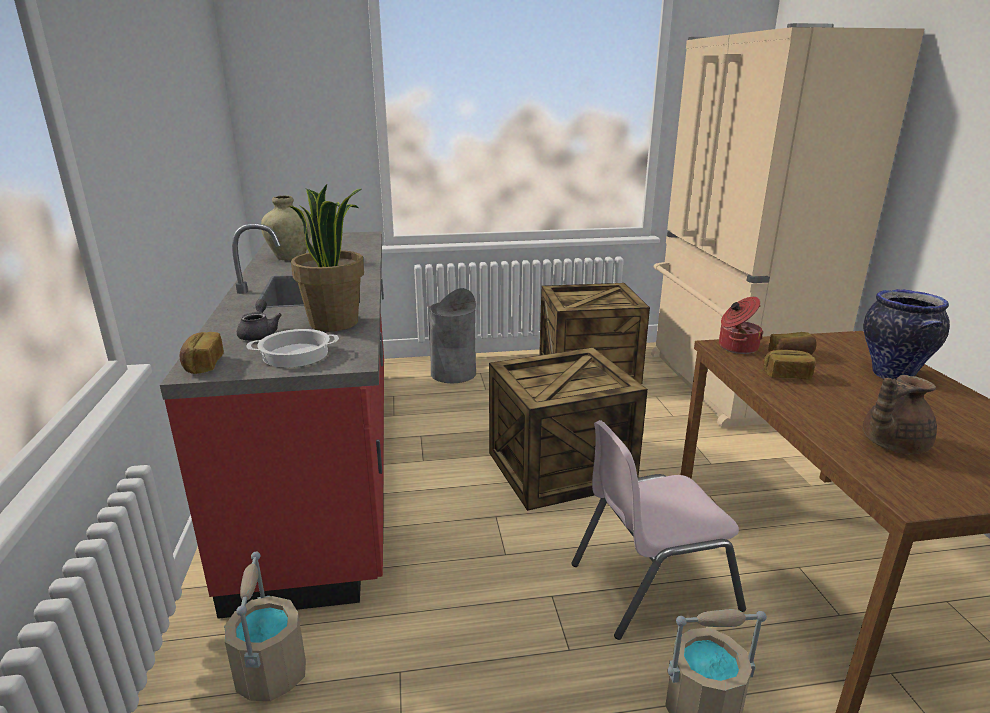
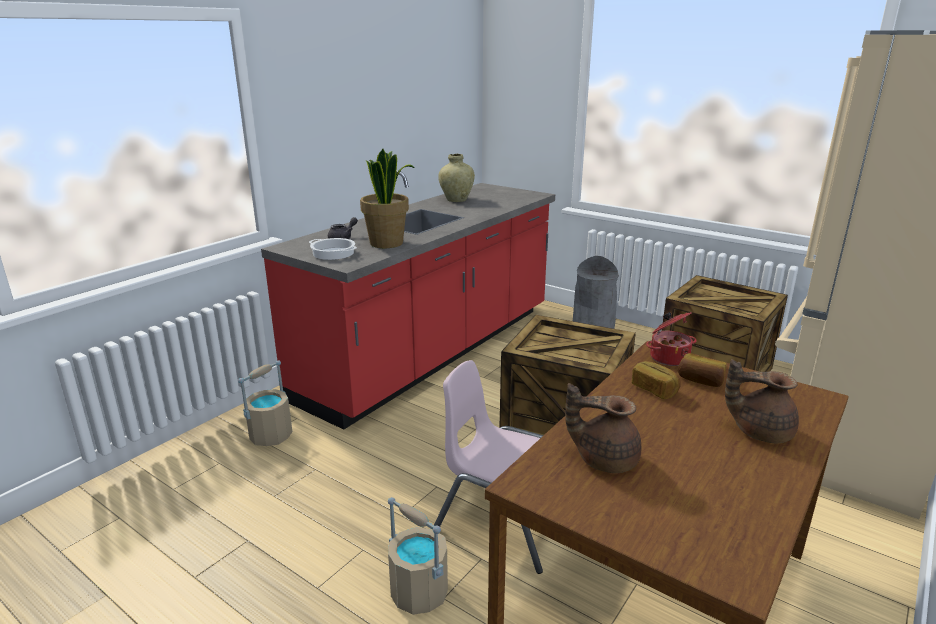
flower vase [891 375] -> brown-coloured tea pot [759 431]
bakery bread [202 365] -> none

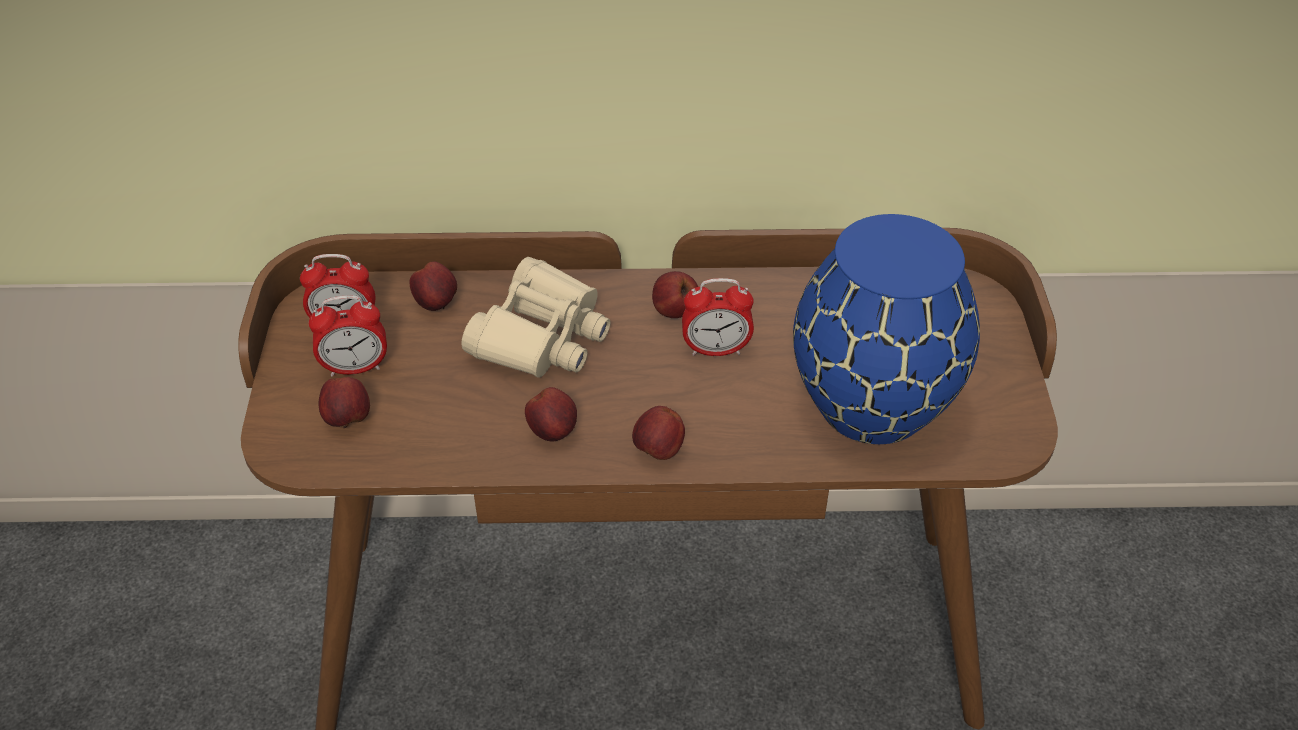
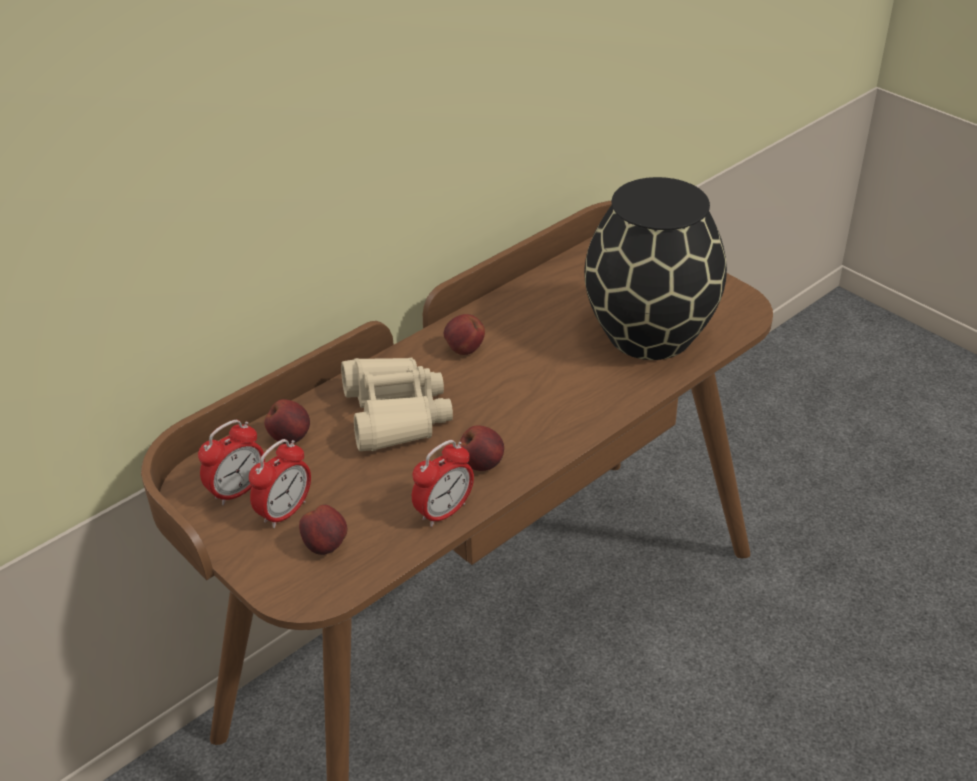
blue flower vase [873 406] -> black flower vase [651 335]
table clock [716 350] -> table clock [444 512], relocated
whole apple [658 451] -> none

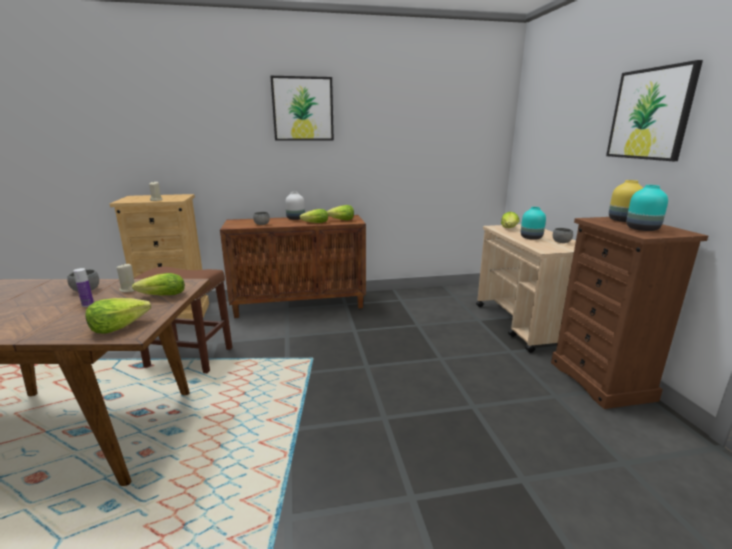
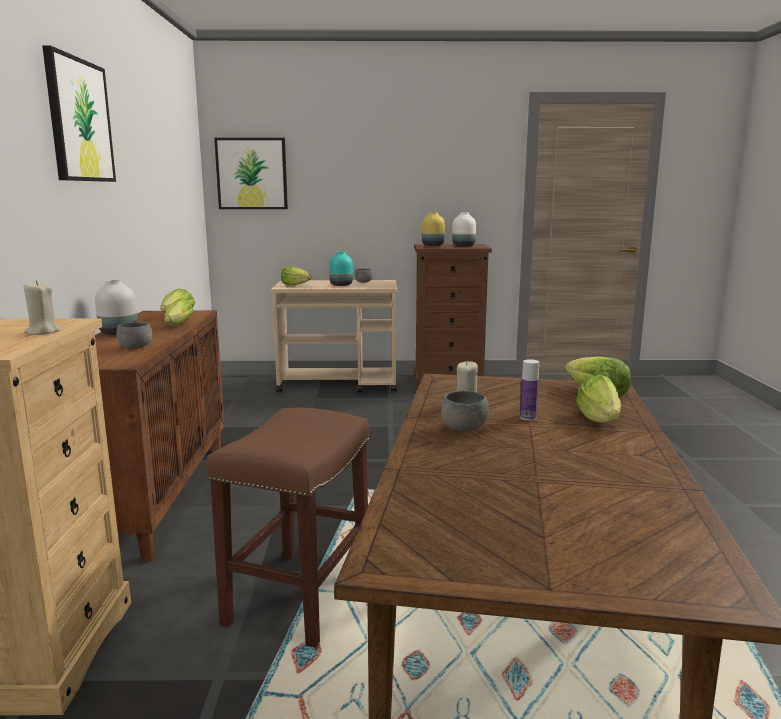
wall picture [650 114] -> wall picture [252 174], relocated
turquoise flower vase [641 229] -> white-coloured flower vase [463 246]
head of lettuce [160 296] -> head of lettuce [600 420], relocated

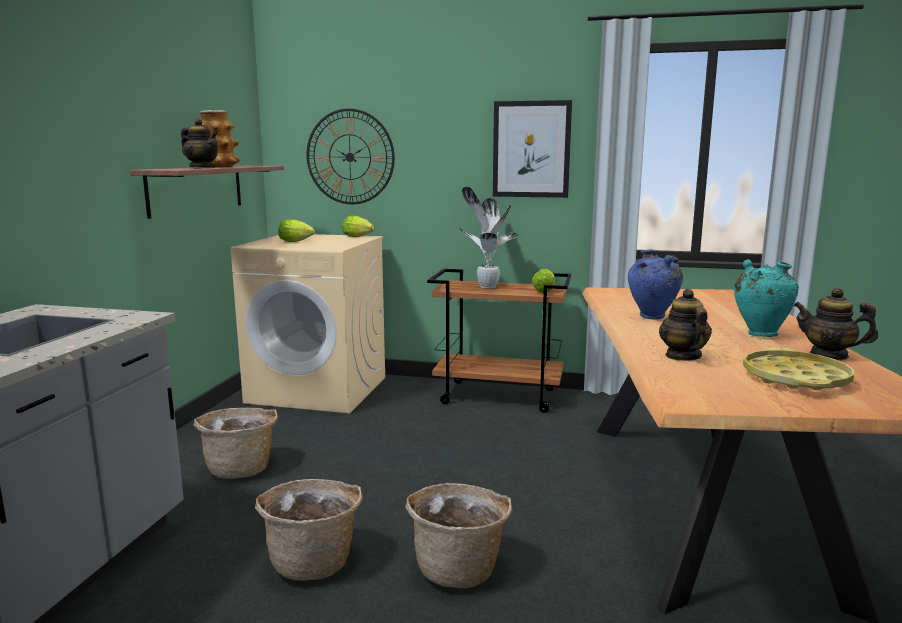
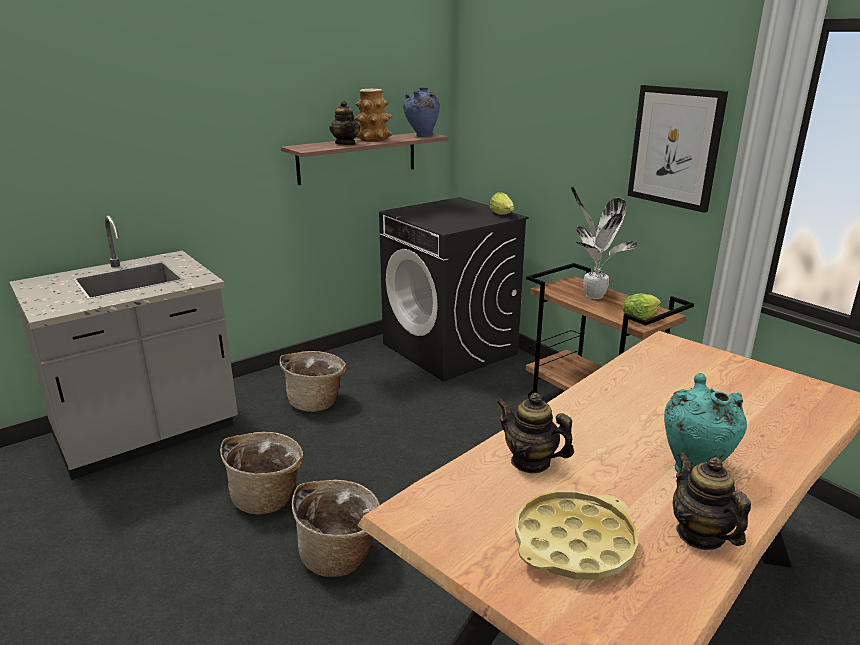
clock on the wall [350 157] -> none
head of lettuce [297 242] -> none
beige washing machine [319 390] -> black washing machine [450 349]
blue flower vase [652 317] -> blue flower vase [422 136], relocated
tea pot [682 356] -> tea pot [531 462], 90 degrees counterclockwise

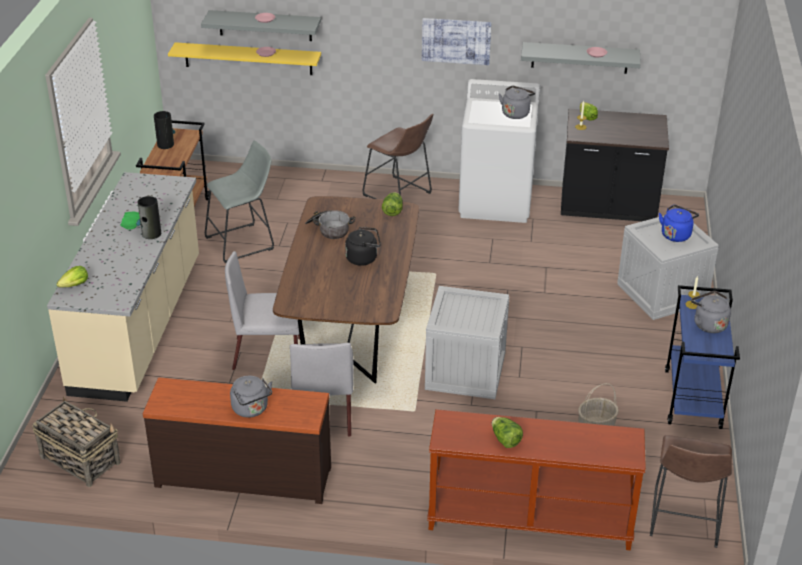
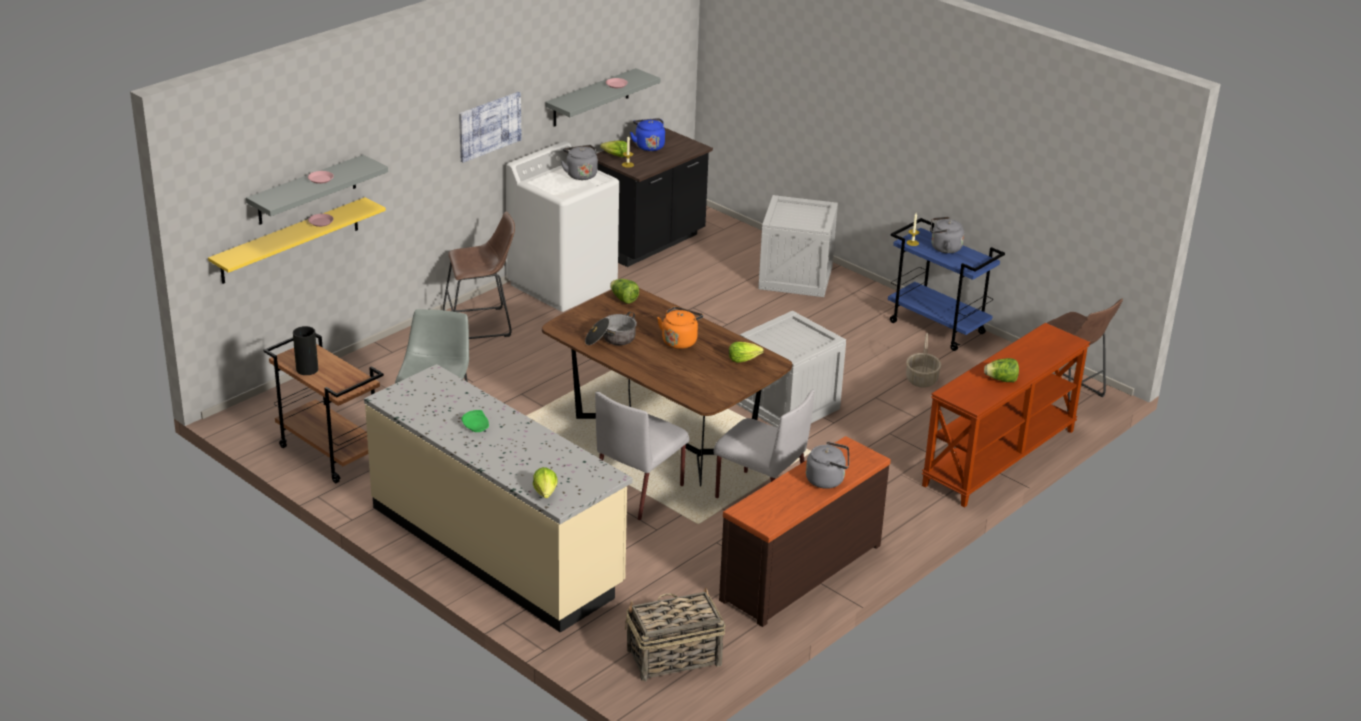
flower vase [151 234] -> none
blue kettle [676 234] -> blue kettle [648 146], relocated
black kettle [363 258] -> orange kettle [680 341]
none -> head of lettuce [743 359]

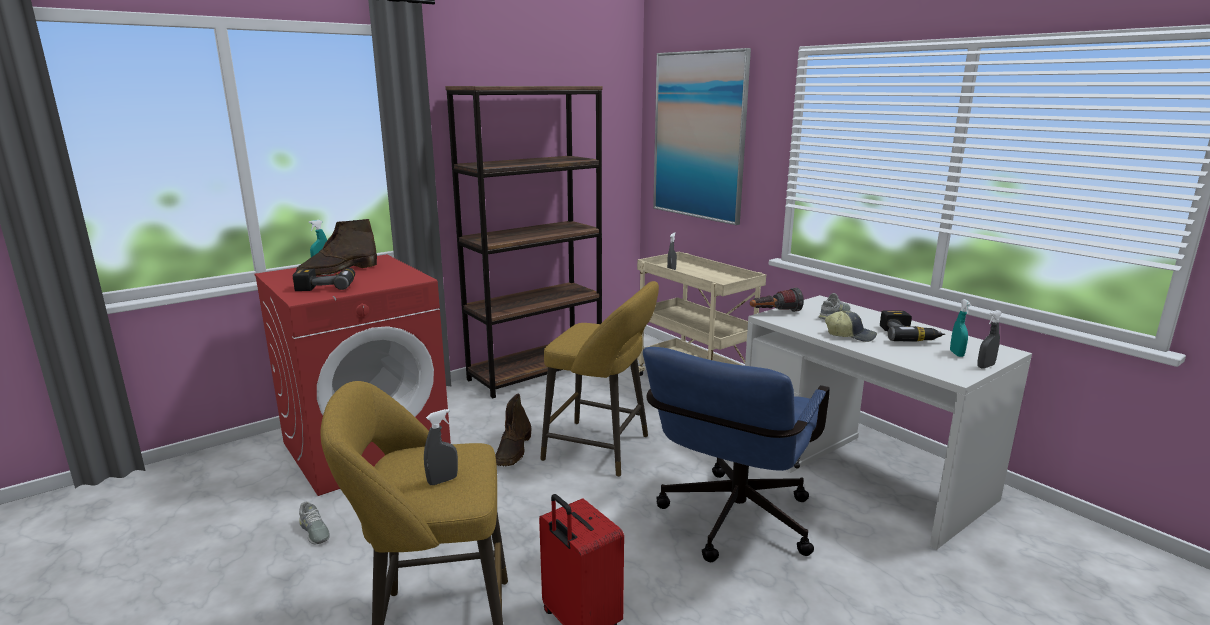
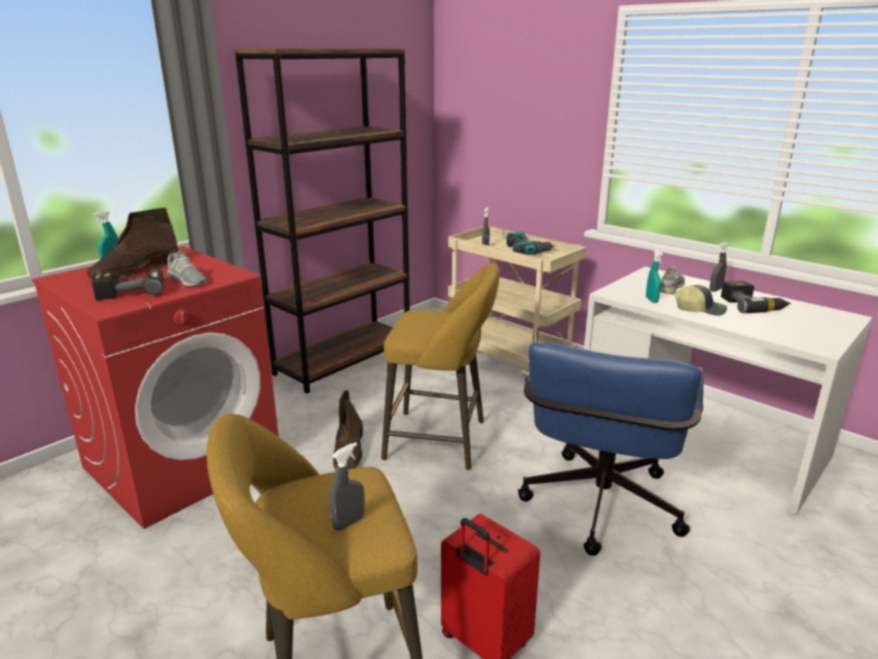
wall picture [699 136] -> none
hand torch [774 313] -> none
turquoise hand sprayer [956 354] -> turquoise hand sprayer [651 300], relocated
gray hand sprayer [985 366] -> gray hand sprayer [715 290], relocated
gray low shoe [314 531] -> gray low shoe [187 280], relocated
none -> electric drill [527 251]

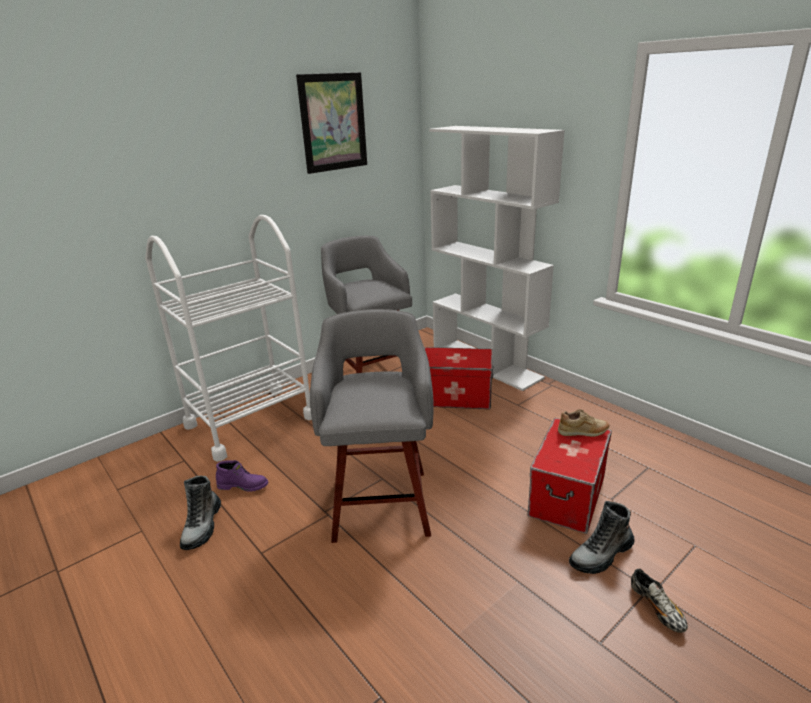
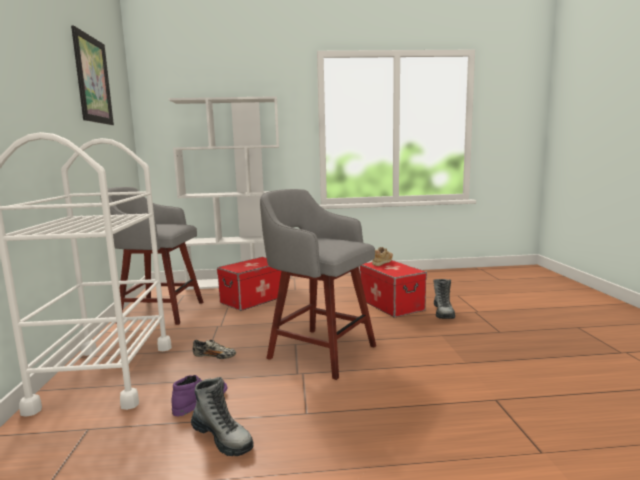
low shoe [656 608] -> low shoe [214 357], relocated

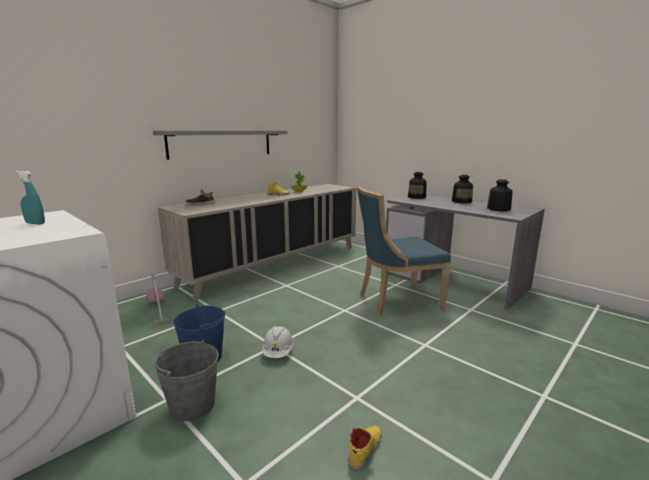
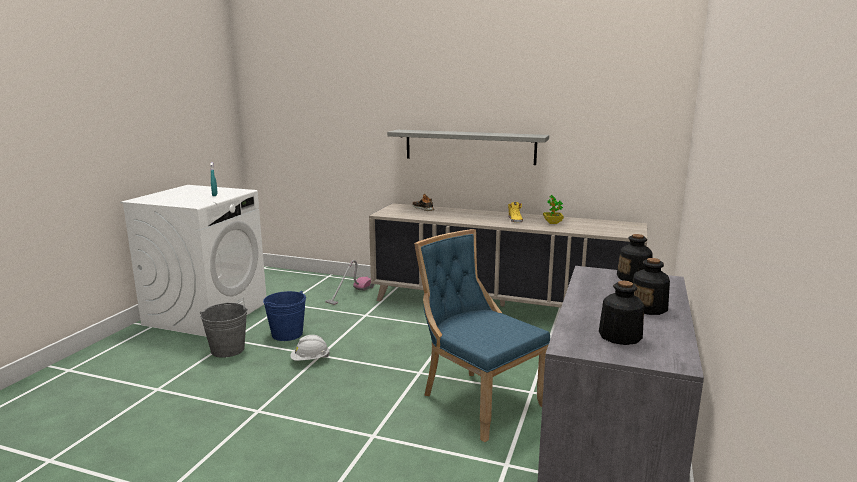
yellow low shoe [364 449] -> none

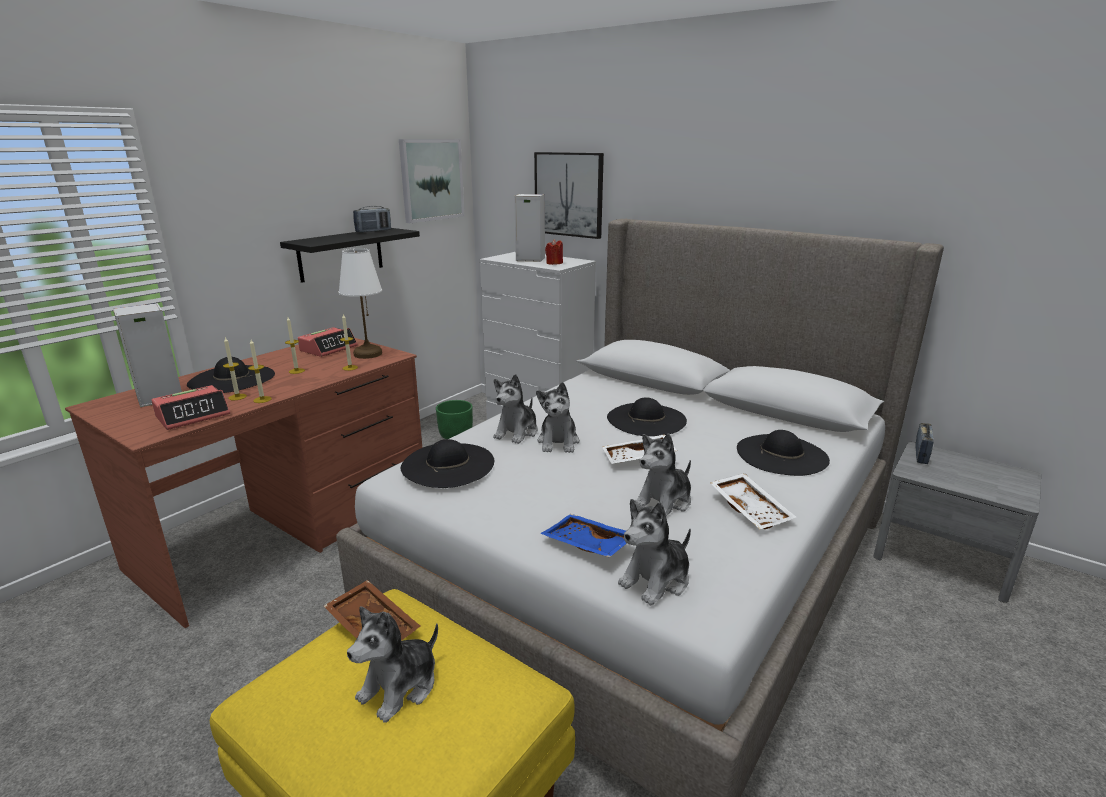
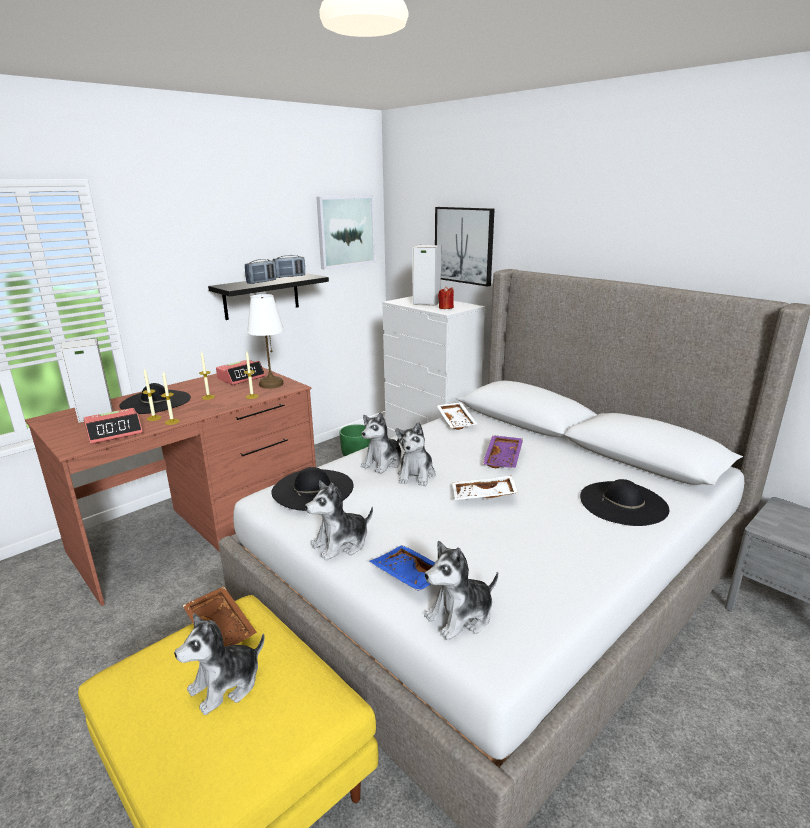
black clothing hat [646 419] -> purplish tray [504 458]
radio receiver [921 455] -> radio receiver [261 282], relocated
cuddly toy [664 502] -> cuddly toy [341 544], relocated
white-coloured tray [751 509] -> white-coloured tray [457 421], relocated

